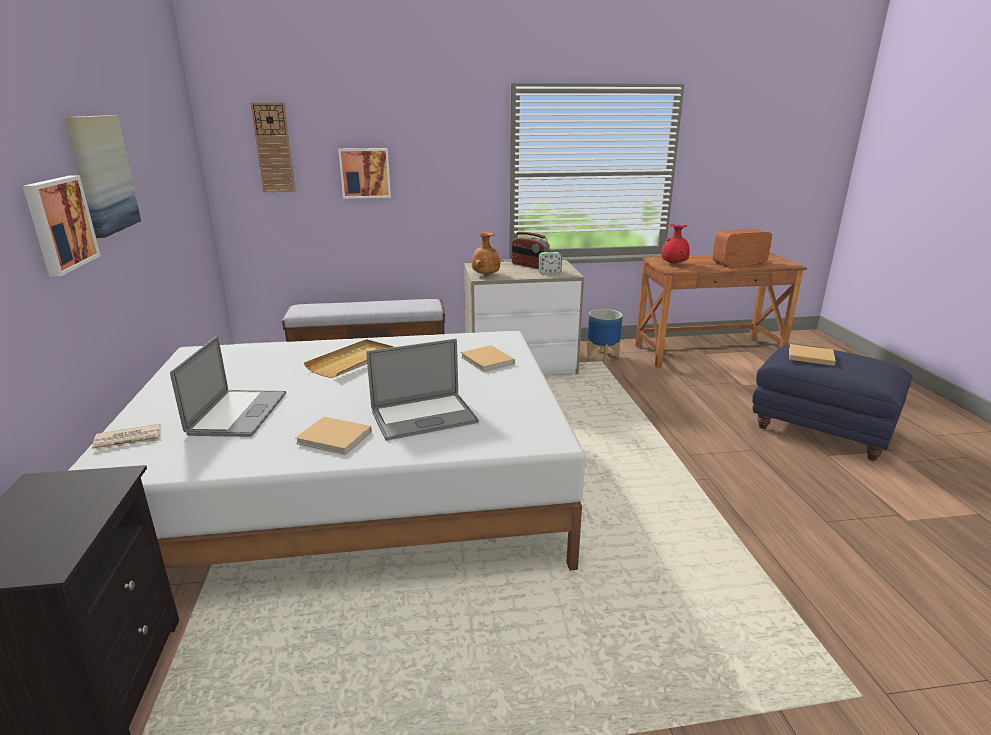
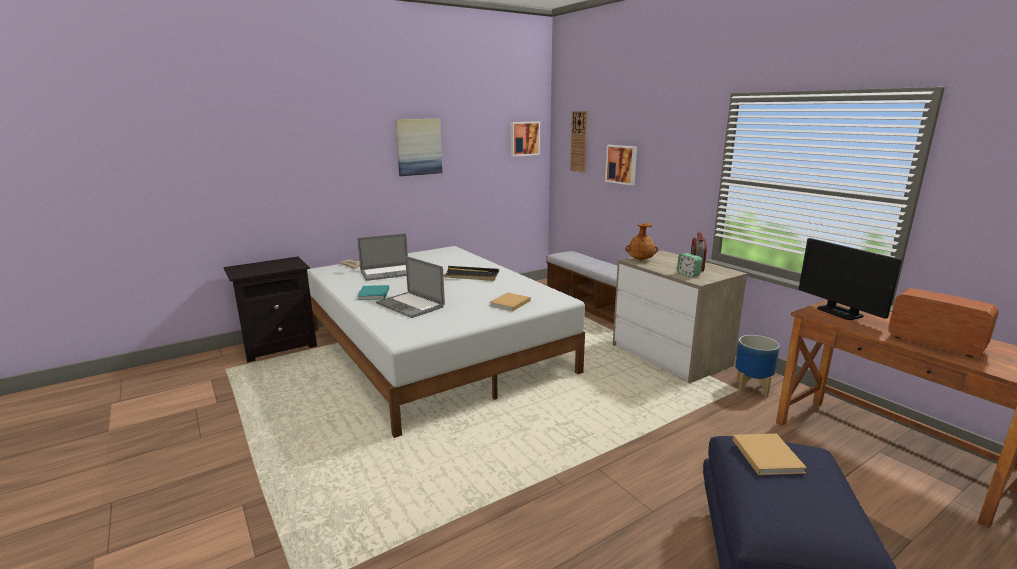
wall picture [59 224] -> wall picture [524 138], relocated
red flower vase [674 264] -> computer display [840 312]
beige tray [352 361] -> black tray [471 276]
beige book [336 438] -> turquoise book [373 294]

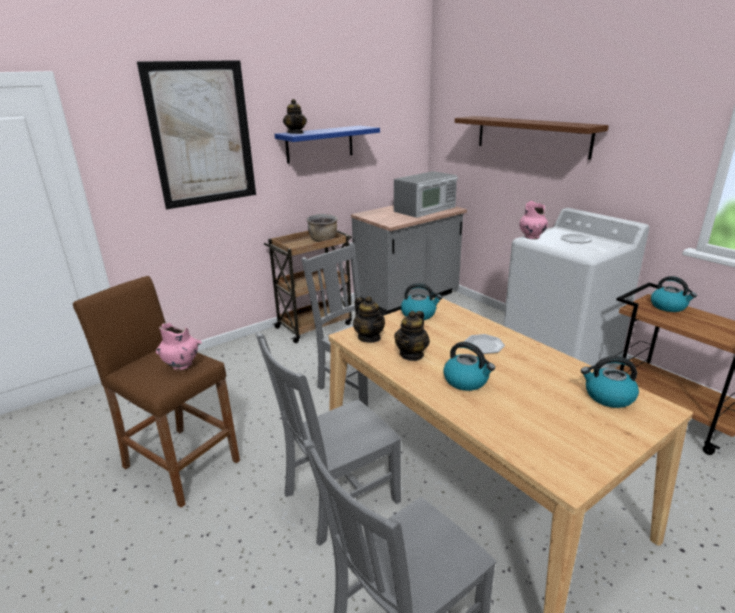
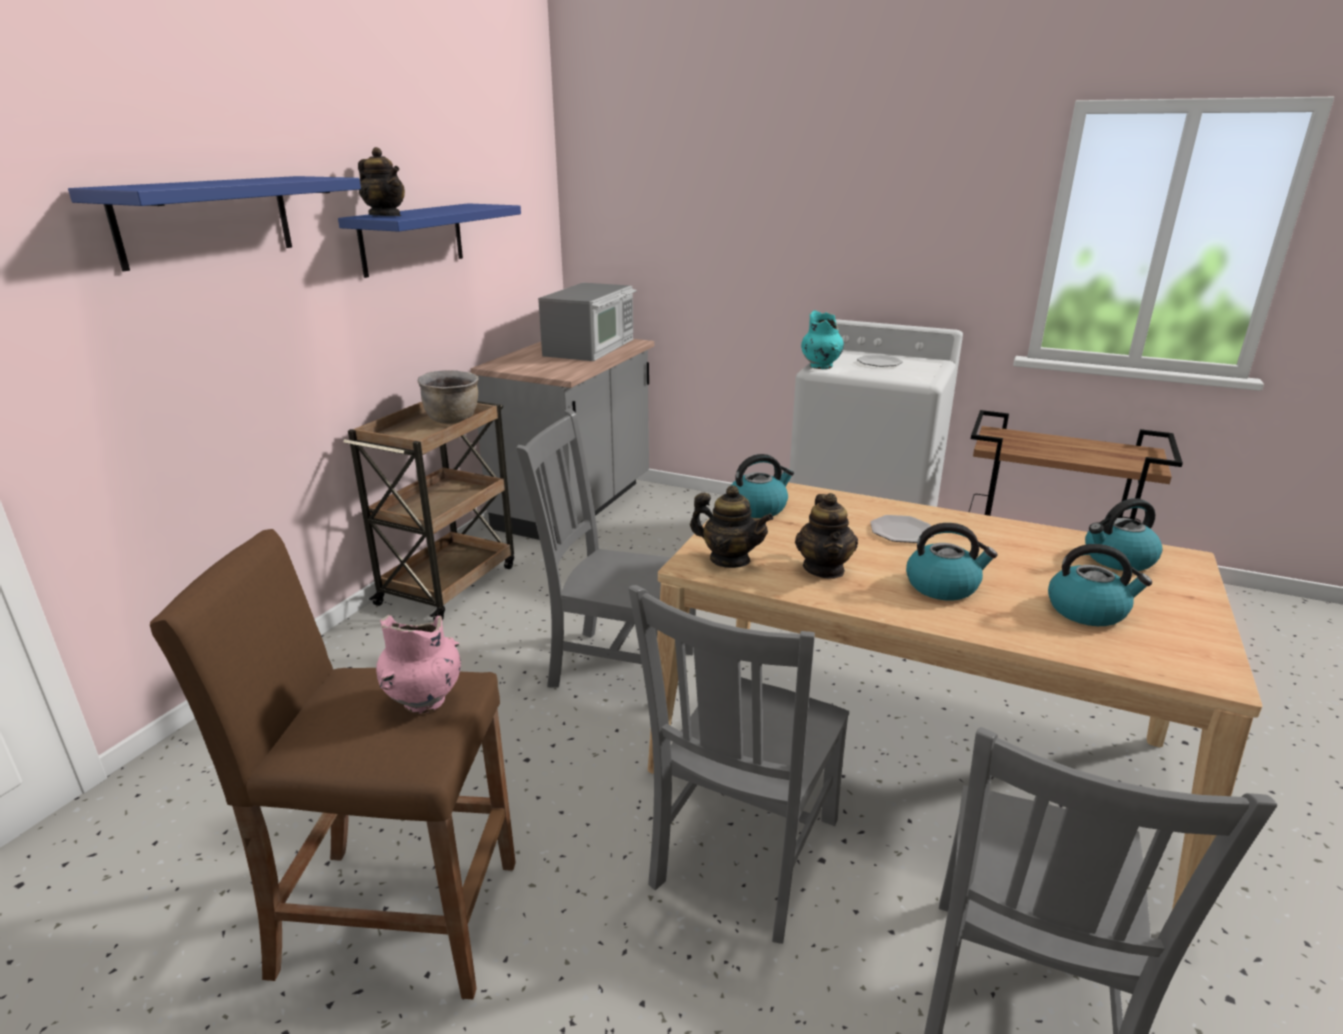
wall picture [202 135] -> blue shelf [205 220]
brown-coloured shelf [531 136] -> none
pink-coloured flower vase [532 237] -> turquoise flower vase [821 367]
kettle [669 306] -> kettle [1088 610], relocated

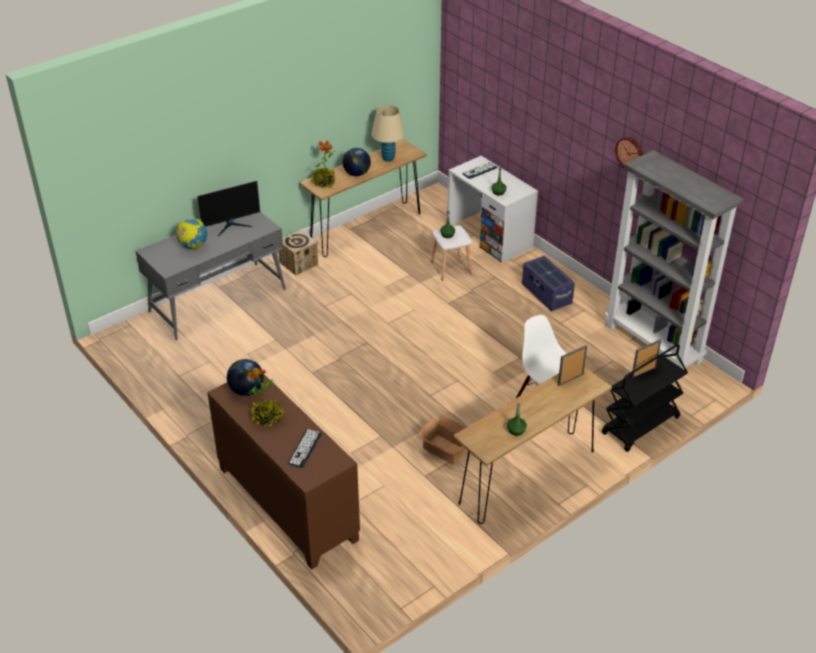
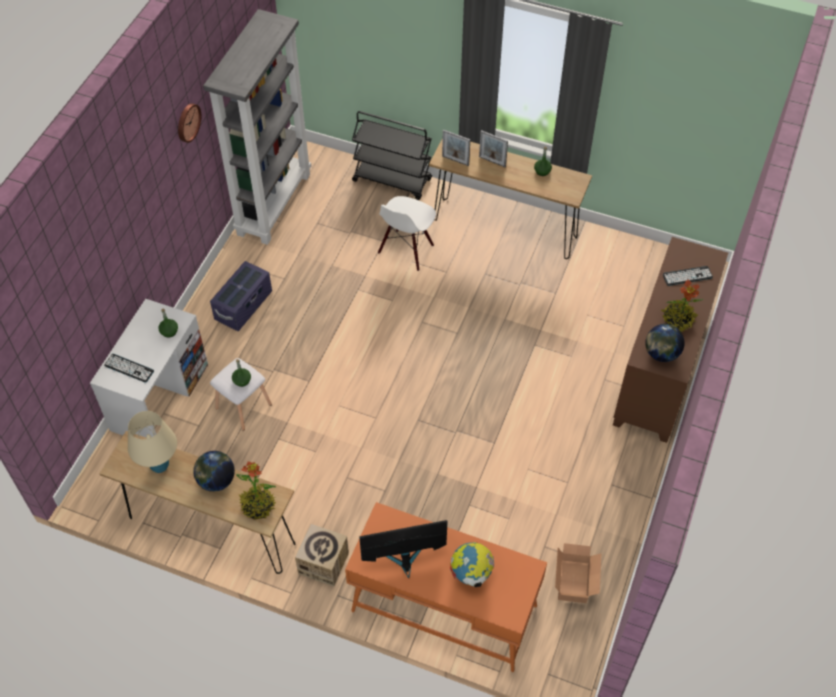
computer display [231 225] -> computer display [404 559], 45 degrees counterclockwise
gray desk table [218 300] -> orange desk table [444 607]
picture frame [643 372] -> picture frame [492 161], relocated
carton [445 451] -> carton [575 580], relocated

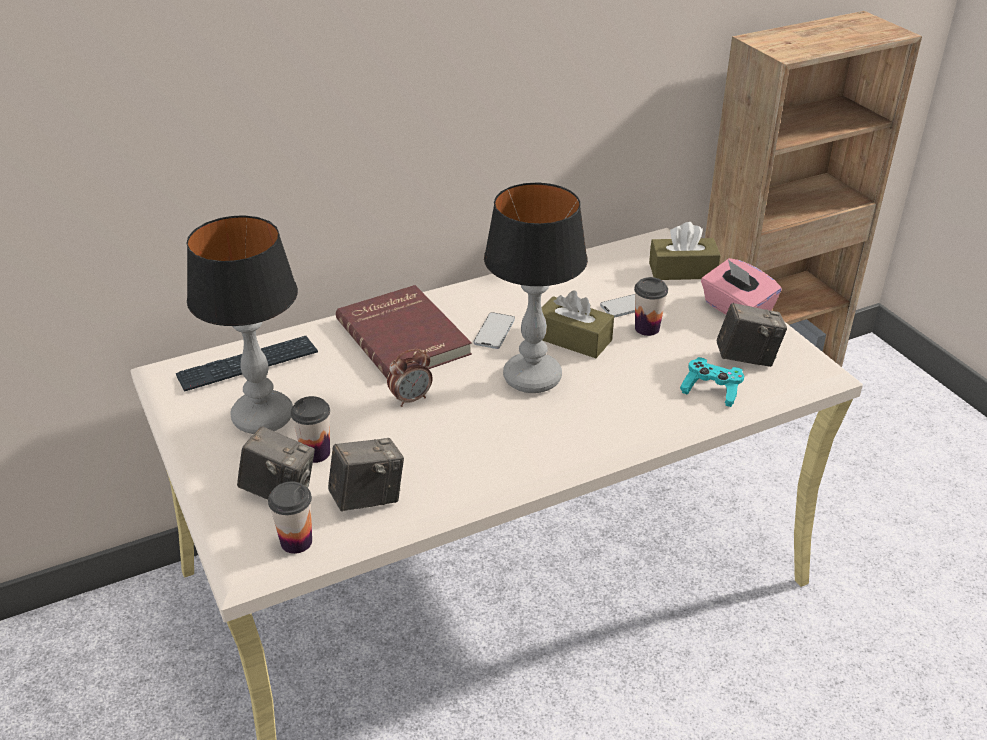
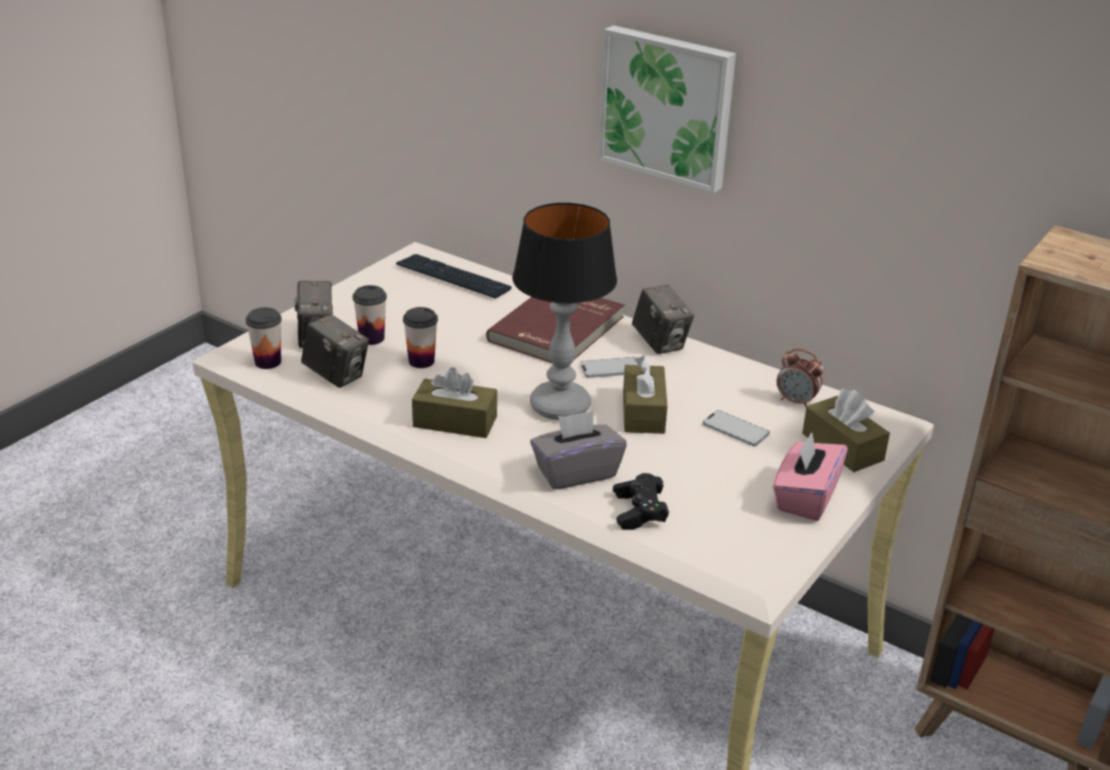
table lamp [262 418] -> none
cup [647 328] -> cup [421 361], relocated
photo camera [746 358] -> photo camera [660 343], relocated
table clock [411 399] -> table clock [796 401], relocated
turquoise joypad [711 390] -> black joypad [639 512]
none -> wall picture [667 106]
none -> brown-coloured box of tissues [455 422]
none -> gray box of tissues [576 472]

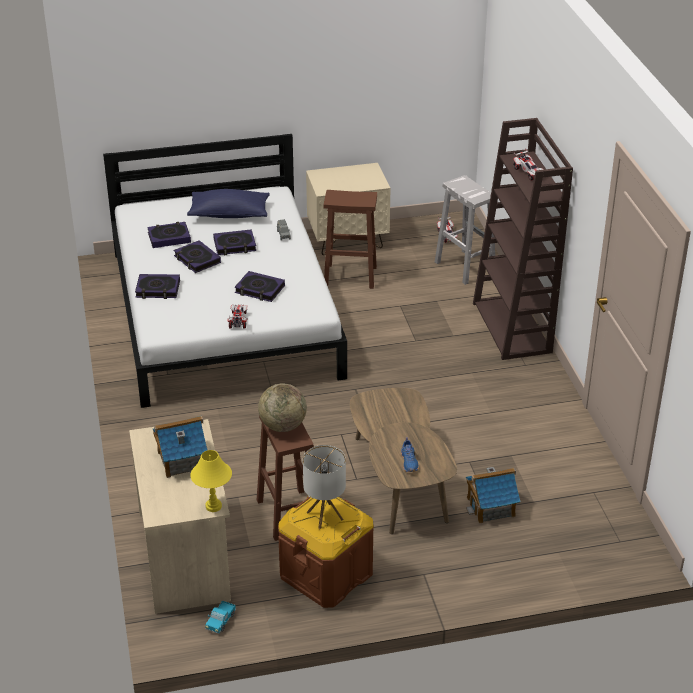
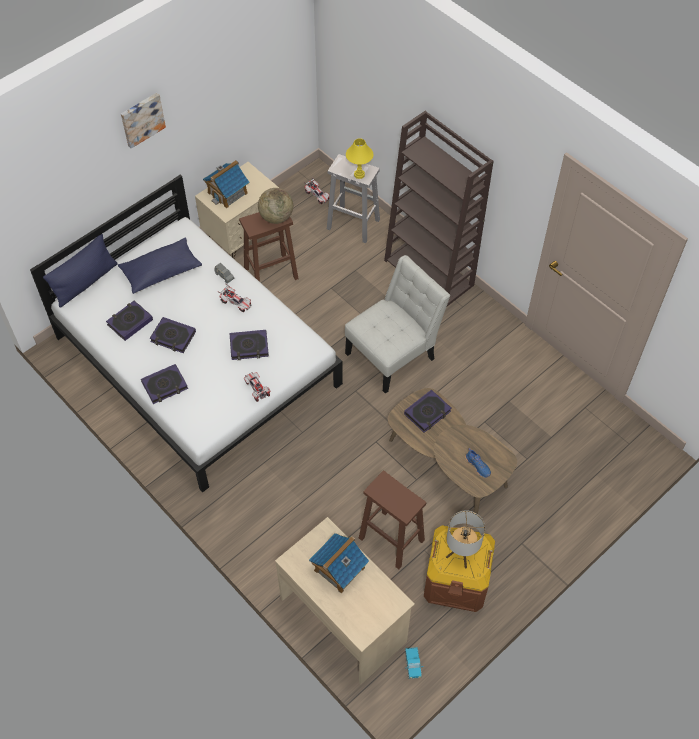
model car [528 172] -> model car [236 303], relocated
book [235 245] -> book [427 413], relocated
globe [283 426] -> globe [276 217], relocated
yellow table lamp [214 506] -> yellow table lamp [359 174], relocated
toy house [491 507] -> toy house [227 193], relocated
none -> wall picture [142 119]
none -> blue throw pillow [85 282]
none -> white-coloured chair [394 353]

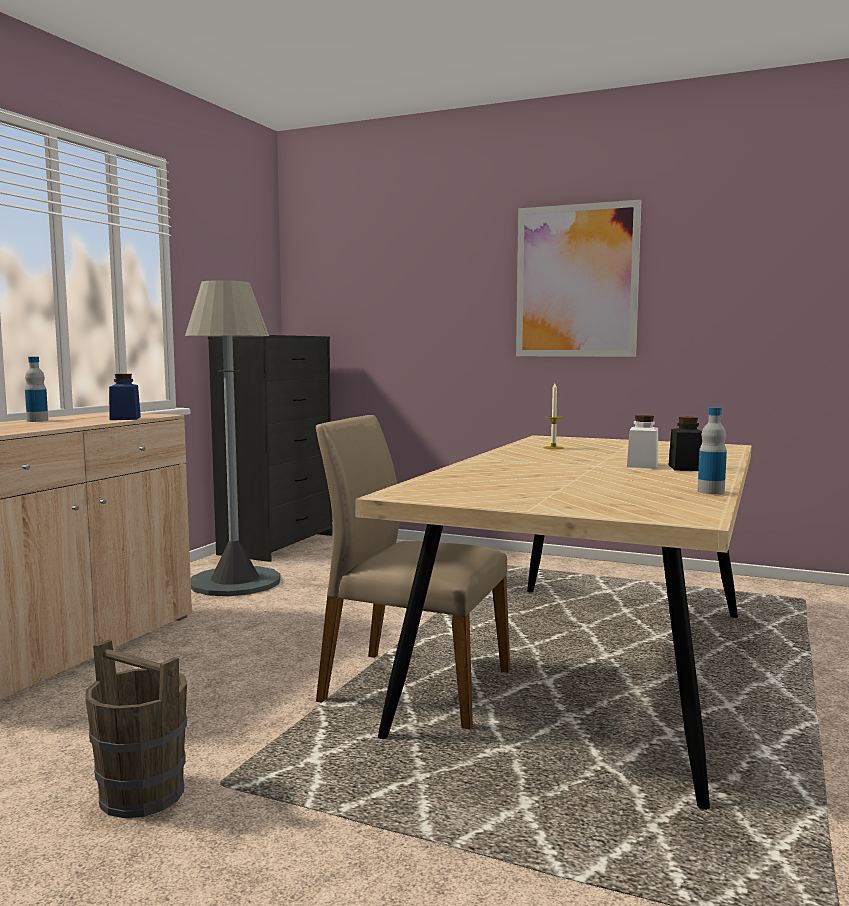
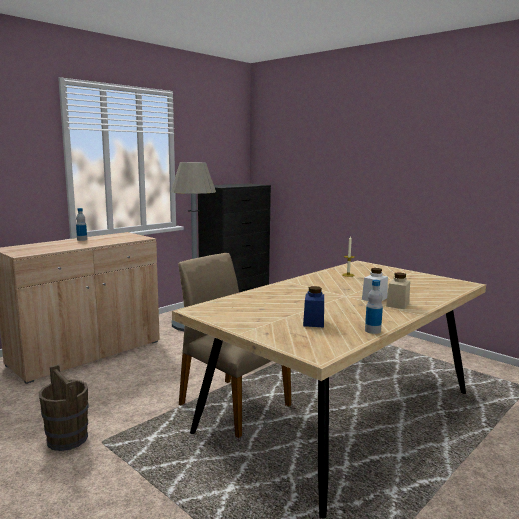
wall picture [576 281] -> none
blue preserve jar [125 418] -> blue preserve jar [313 322], relocated
black preserve jar [686 468] -> beige preserve jar [397 304]

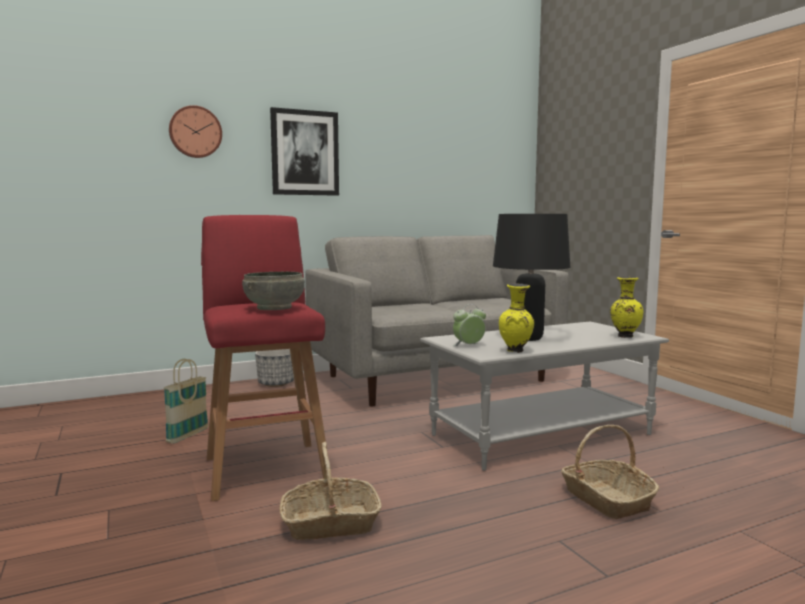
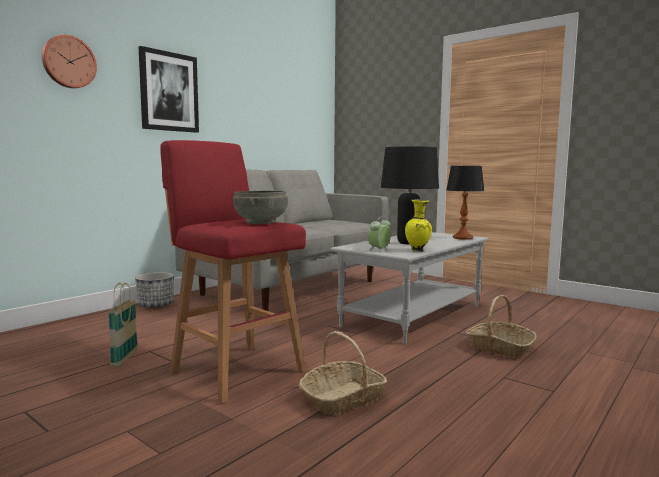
yellow flower vase [624 336] -> table lamp [462 238]

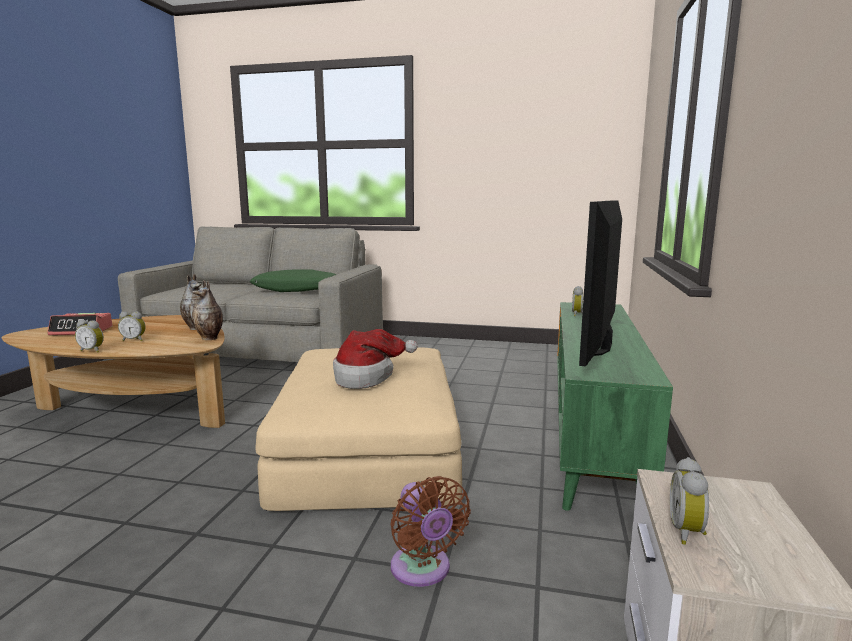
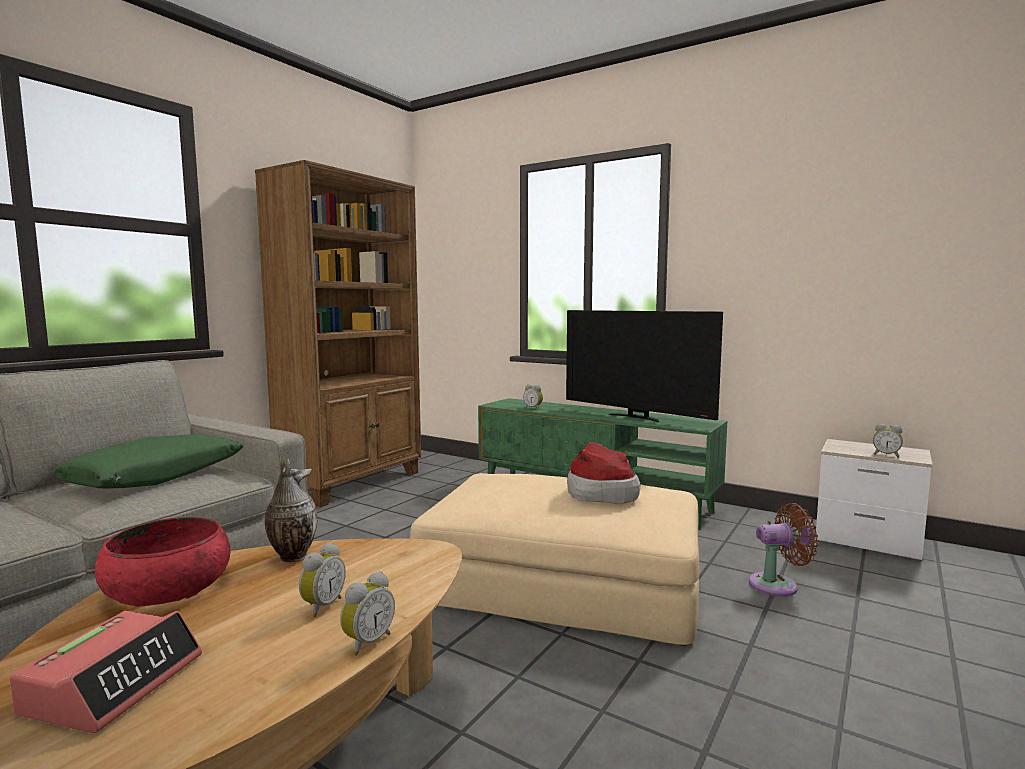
flower vase [210 338] -> none
none -> brown-coloured shelving unit [353 483]
none -> red serving bowl [169 588]

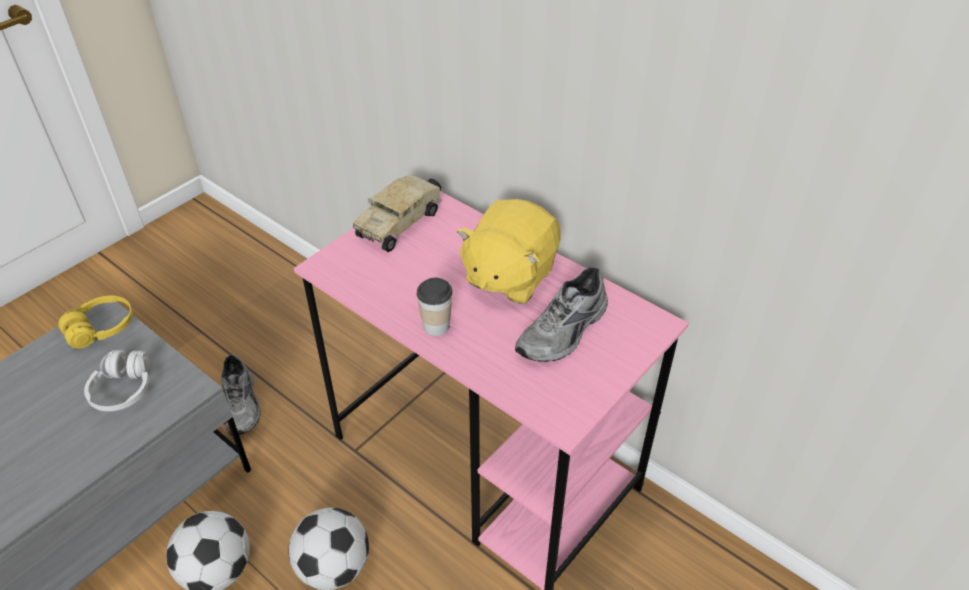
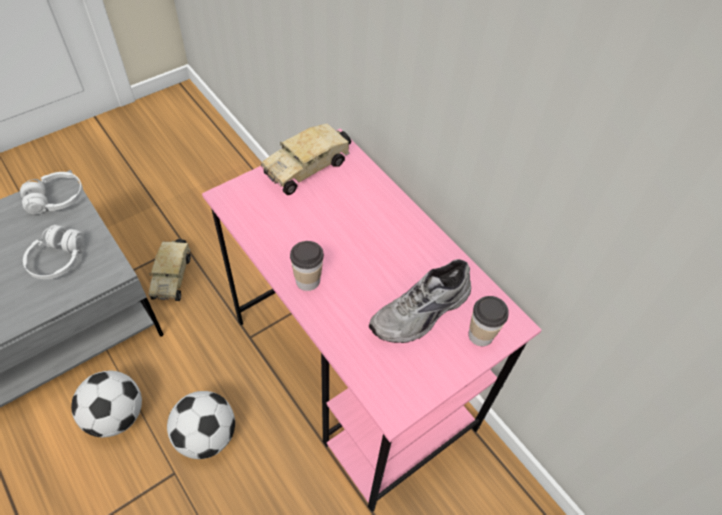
yellow cuddly toy [509 275] -> none
yellow headphones [101 329] -> white-coloured headphones [56 199]
gray low shoe [243 404] -> toy lorry [172 275]
none -> cup [480 335]

